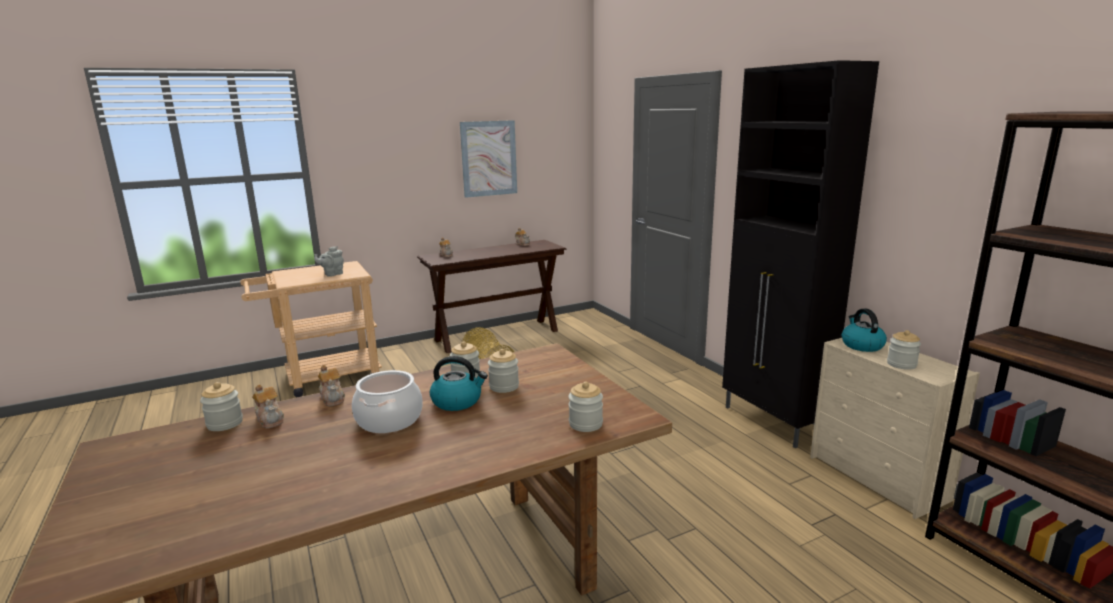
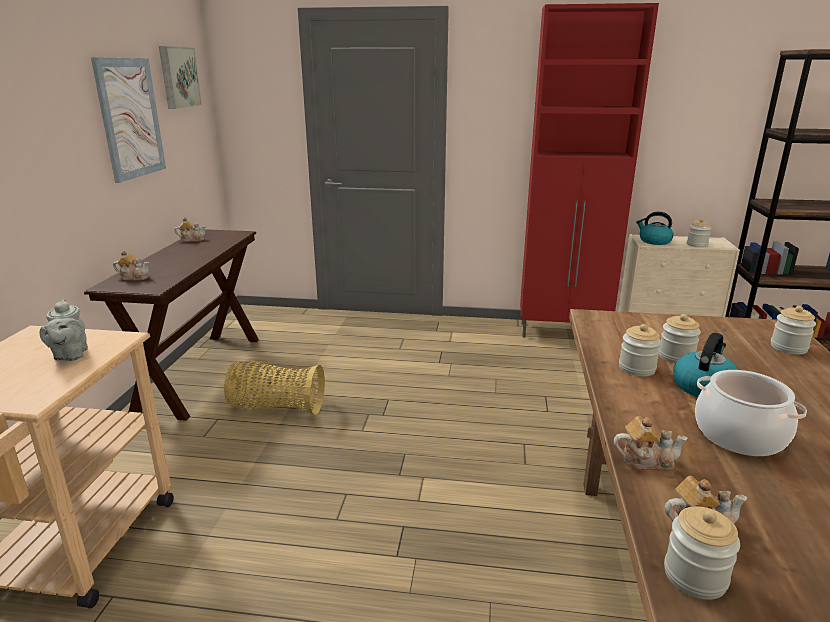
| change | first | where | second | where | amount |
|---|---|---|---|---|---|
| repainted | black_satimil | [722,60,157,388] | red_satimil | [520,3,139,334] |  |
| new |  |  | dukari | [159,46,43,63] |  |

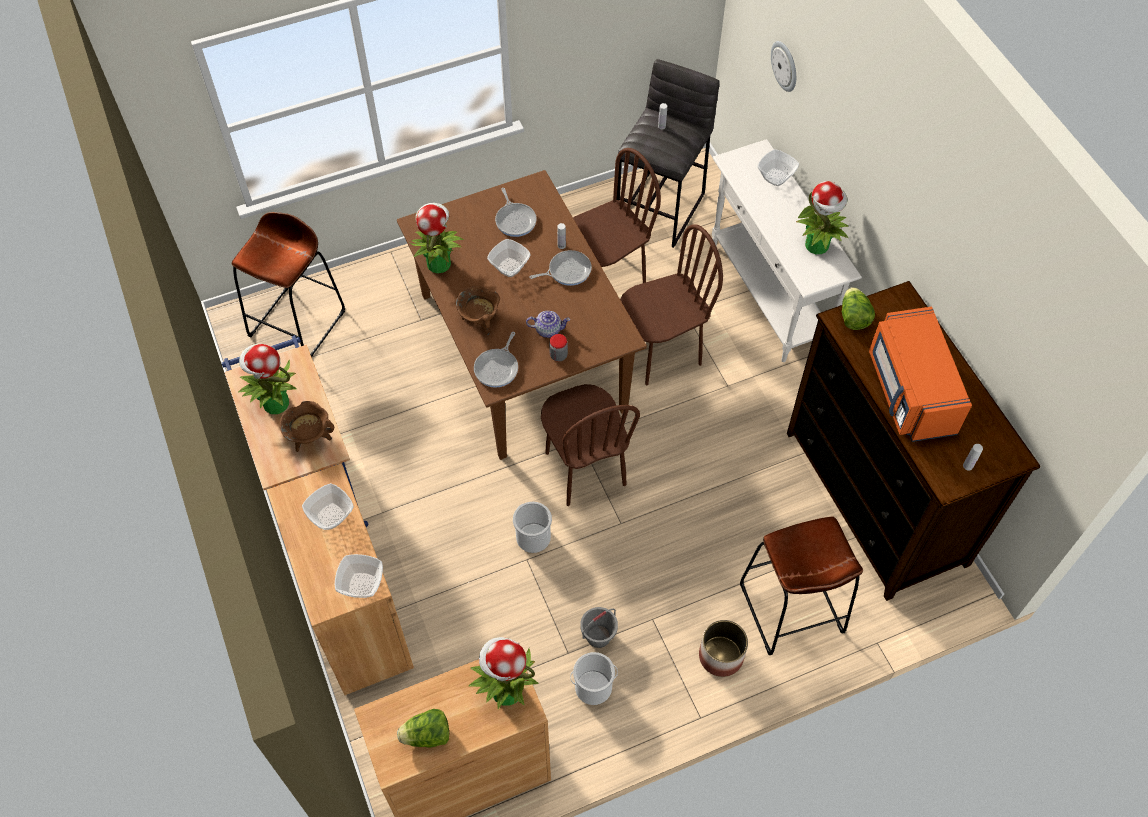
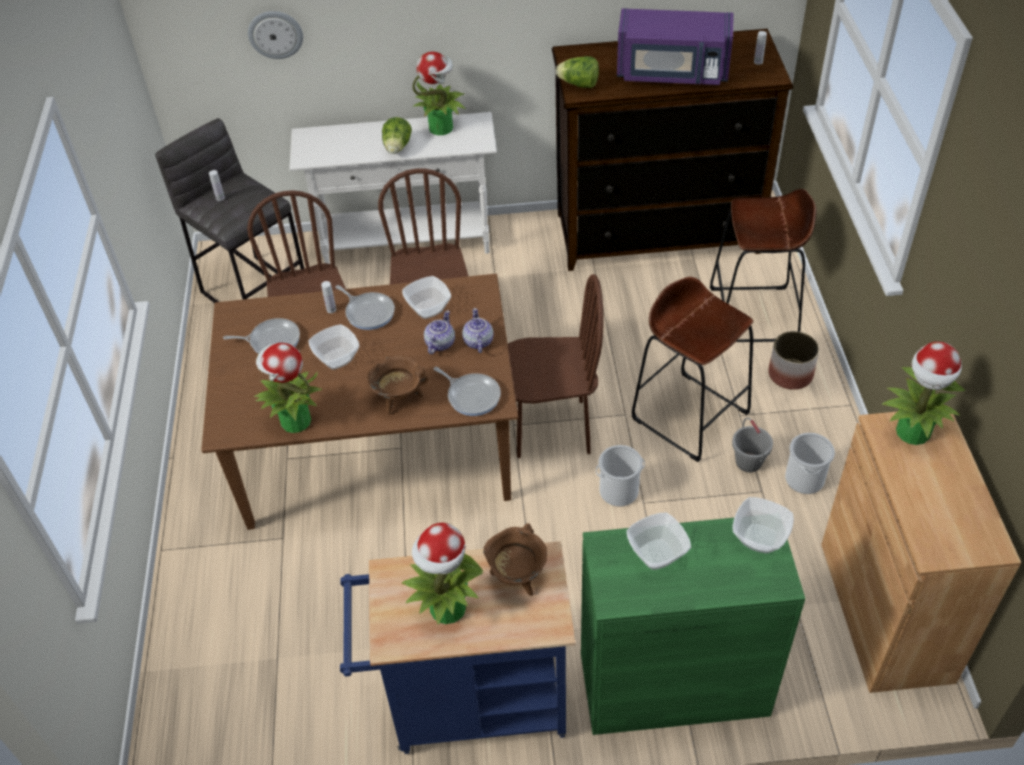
| change | first | where | second | where | amount |
|---|---|---|---|---|---|
| shifted | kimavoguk | [757,149,42,37] |  | [402,276,49,43] |  |
| shifted | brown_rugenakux | [232,212,113,145] |  | [632,277,121,185] |  |
| rotated | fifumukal | [530,250,62,36] |  | [336,285,59,45] | 135 degrees clockwise |
| repainted | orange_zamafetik | [869,307,103,135] | purple_zamafetik | [617,8,117,77] |  |
| swapped | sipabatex | [549,334,19,28] | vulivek | [462,308,32,45] |  |
| repainted | brown_satimil | [267,463,147,232] | green_satimil | [581,518,224,217] |  |
| shifted | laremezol | [397,709,52,39] |  | [382,117,30,37] |  |

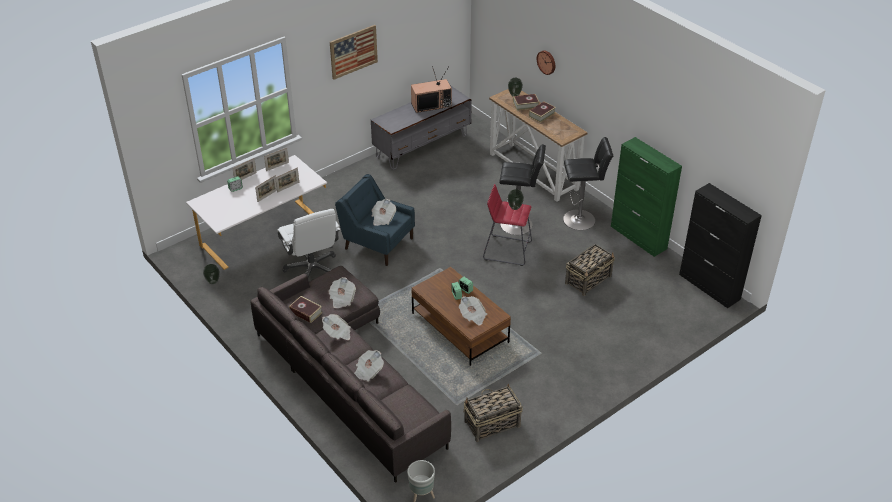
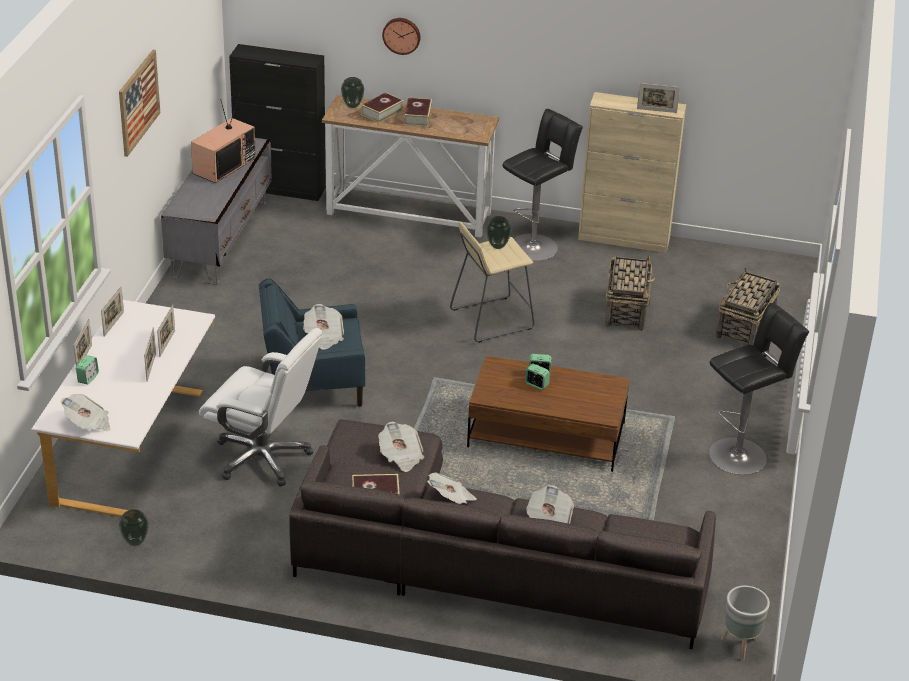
| change | first | where | second | where | amount |
|---|---|---|---|---|---|
| repainted | green_satimil | [611,137,71,120] | beige_satimil | [578,92,108,161] |  |
| shifted | black_rugenakux | [499,144,47,91] |  | [709,303,100,172] |  |
| shifted | black_satimil | [679,183,83,125] |  | [229,44,97,157] |  |
| repainted | red_rugenakux | [483,184,49,82] | beige_rugenakux | [450,221,85,122] |  |
| shifted | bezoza | [459,296,28,29] |  | [61,394,49,37] |  |
| shifted | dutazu | [464,384,59,58] |  | [716,267,65,78] |  |
| new |  |  | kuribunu | [637,83,43,30] |  |

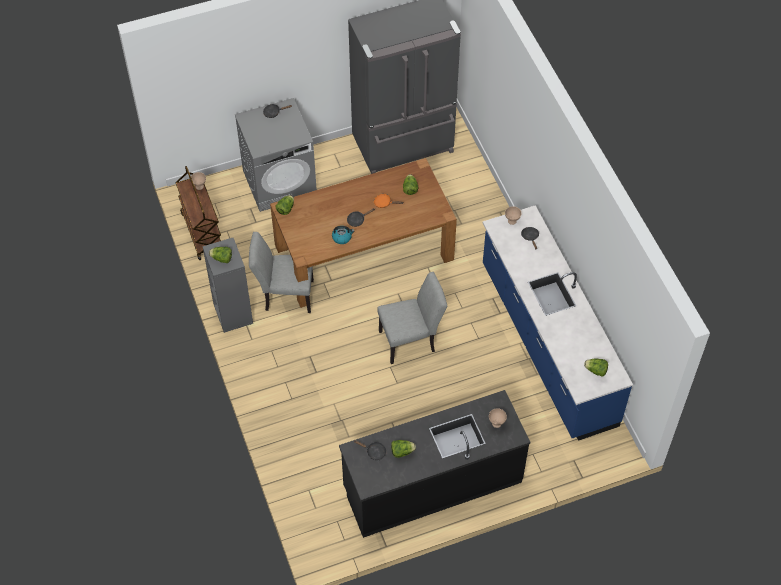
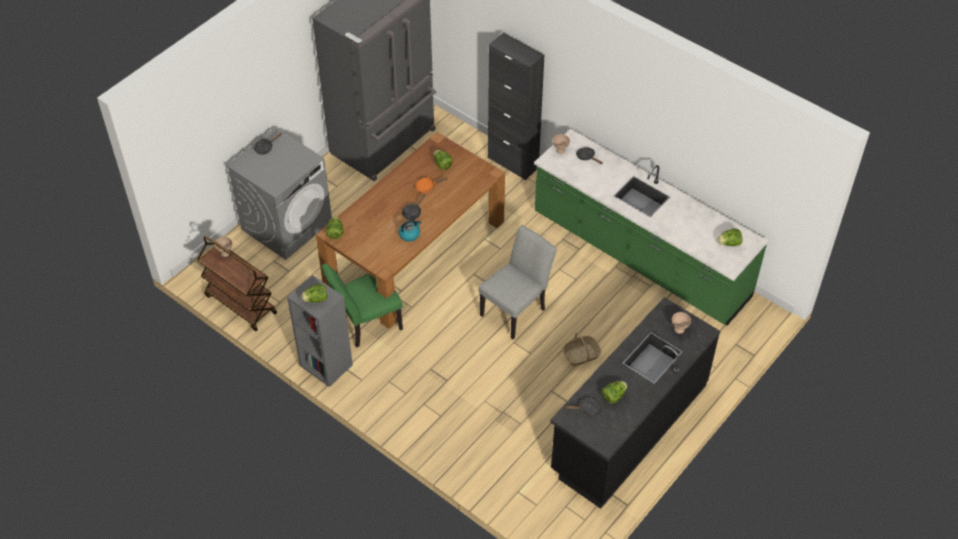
| change | first | where | second | where | amount |
|---|---|---|---|---|---|
| repainted | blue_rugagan | [483,205,150,236] | green_rugagan | [534,129,235,196] |  |
| repainted | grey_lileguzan | [249,232,65,81] | green_lileguzan | [321,263,82,84] |  |
| new |  |  | black_satimil | [488,33,56,147] |  |
| new |  |  | dutazu | [562,332,40,34] |  |

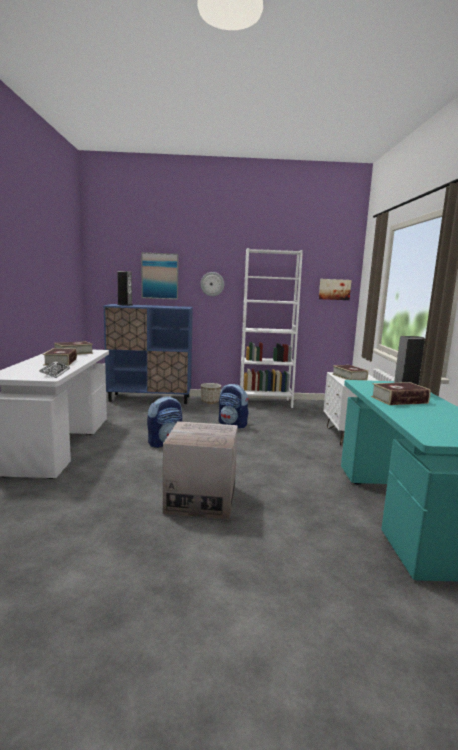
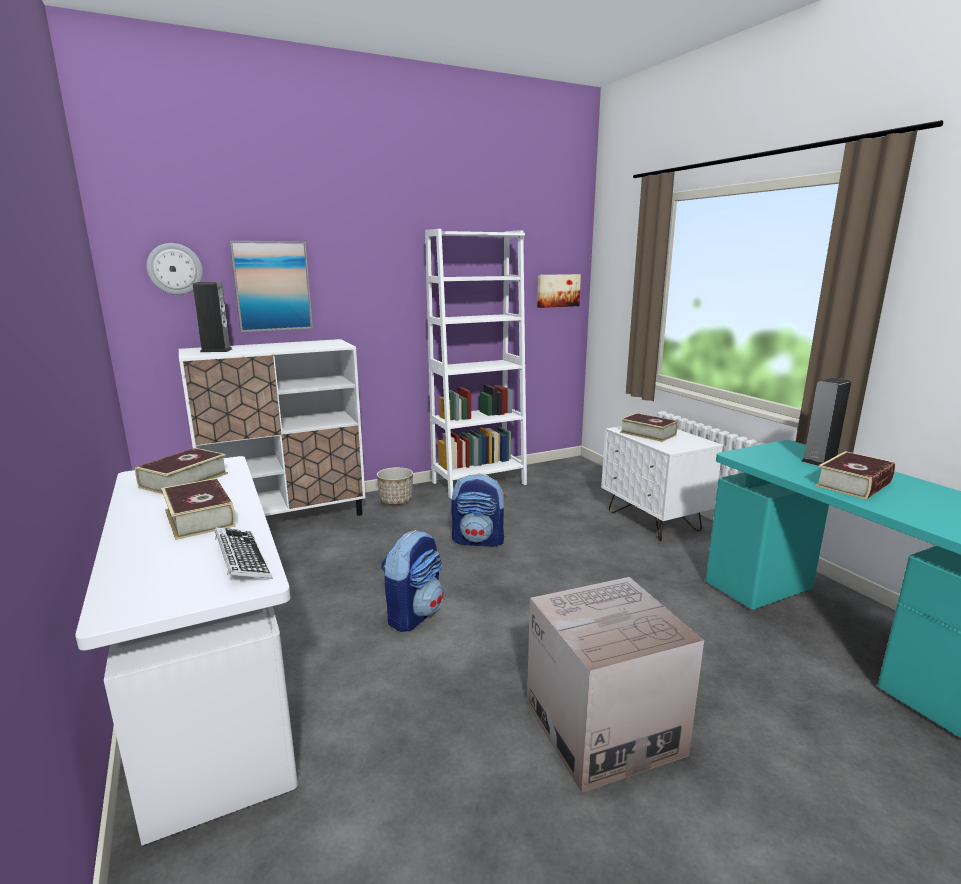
| change | first | where | second | where | amount |
|---|---|---|---|---|---|
| shifted | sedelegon | [200,272,24,24] |  | [147,243,56,52] |  |
| repainted | blue_satimil | [104,304,89,100] | white_satimil | [179,339,186,177] |  |

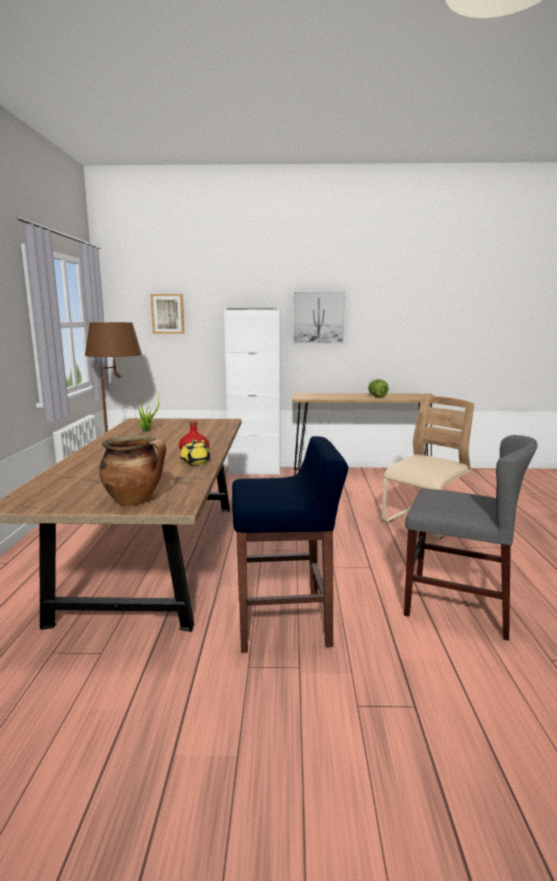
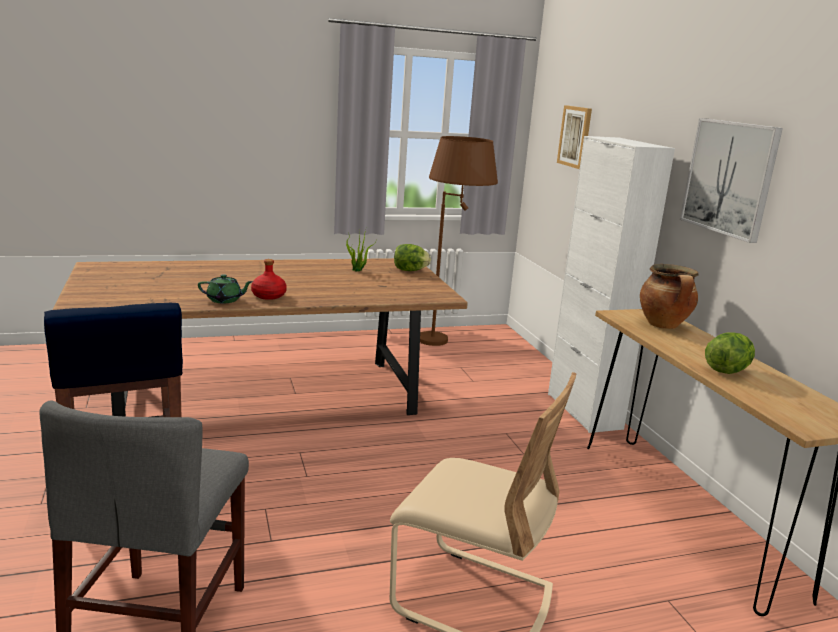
| change | first | where | second | where | amount |
|---|---|---|---|---|---|
| shifted | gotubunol | [99,435,67,71] |  | [640,264,59,65] |  |
| repainted | yellow_vulivek | [180,439,30,26] | green_vulivek | [198,274,55,29] |  |
| new |  |  | laremezol | [394,244,37,27] |  |

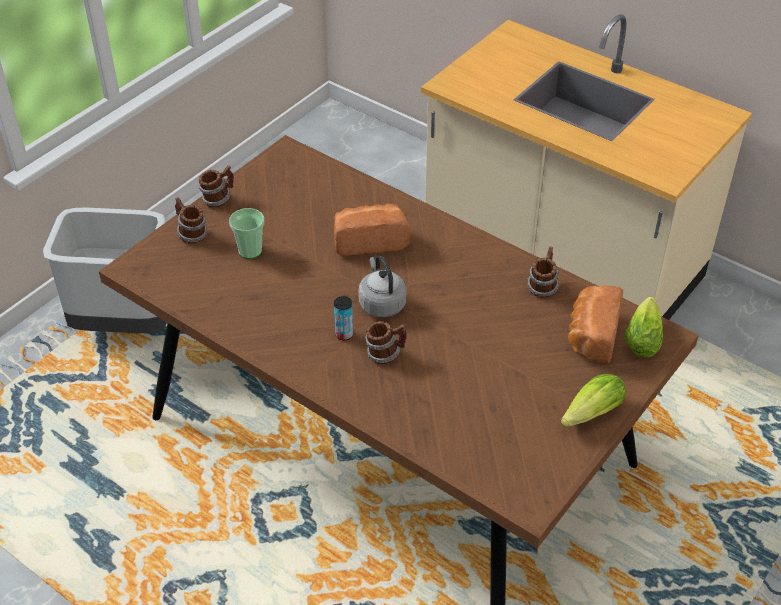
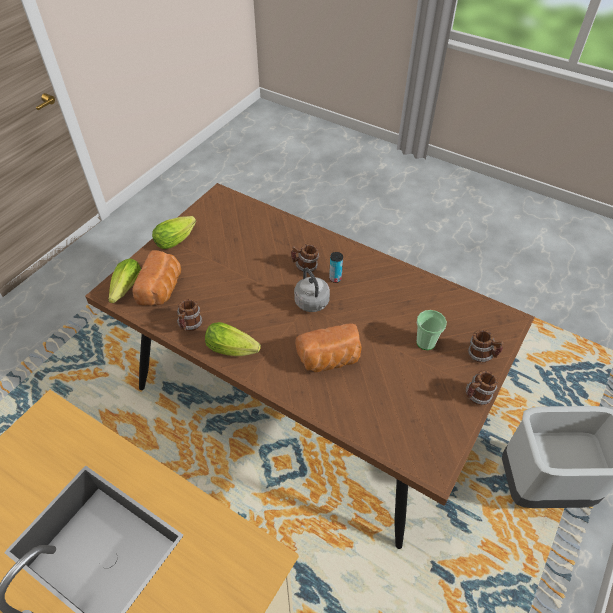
| change | first | where | second | where | amount |
|---|---|---|---|---|---|
| new |  |  | laremezol | [205,322,56,34] |  |

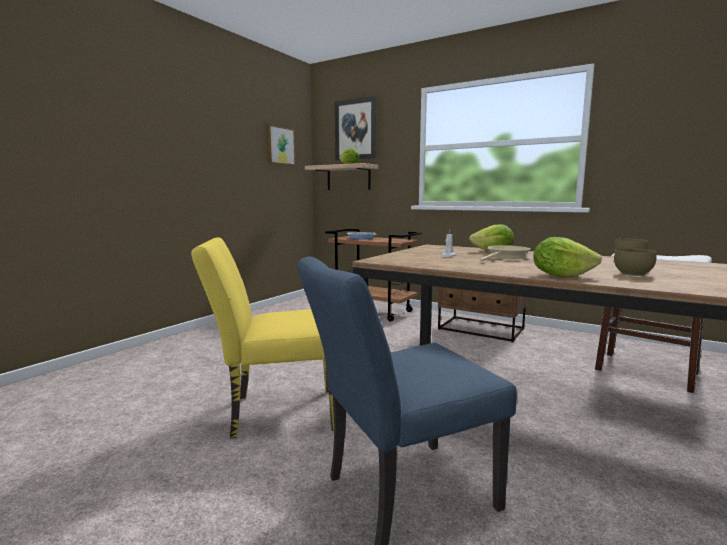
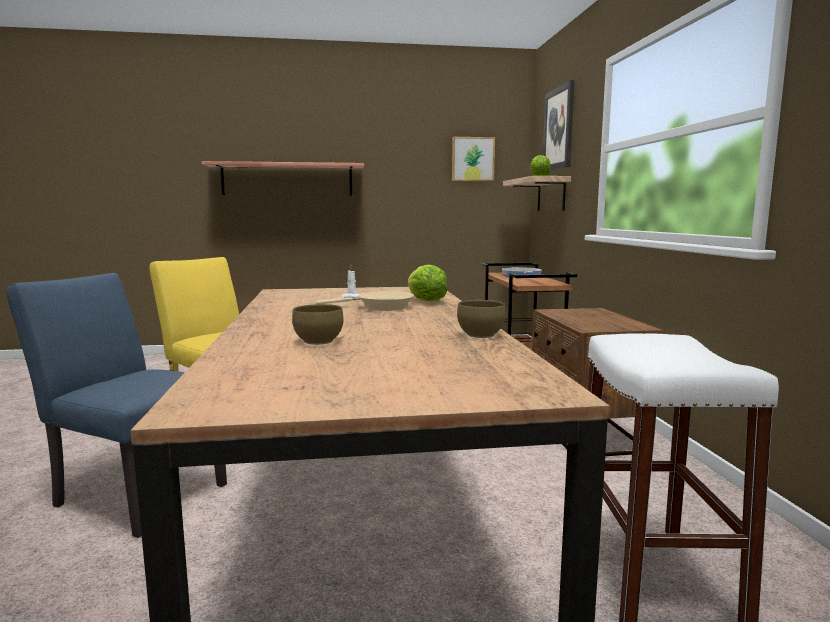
| change | first | where | second | where | amount |
|---|---|---|---|---|---|
| gone | laremezol | [534,237,68,41] |  |  |  |
| new |  |  | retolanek | [202,161,162,35] |  |

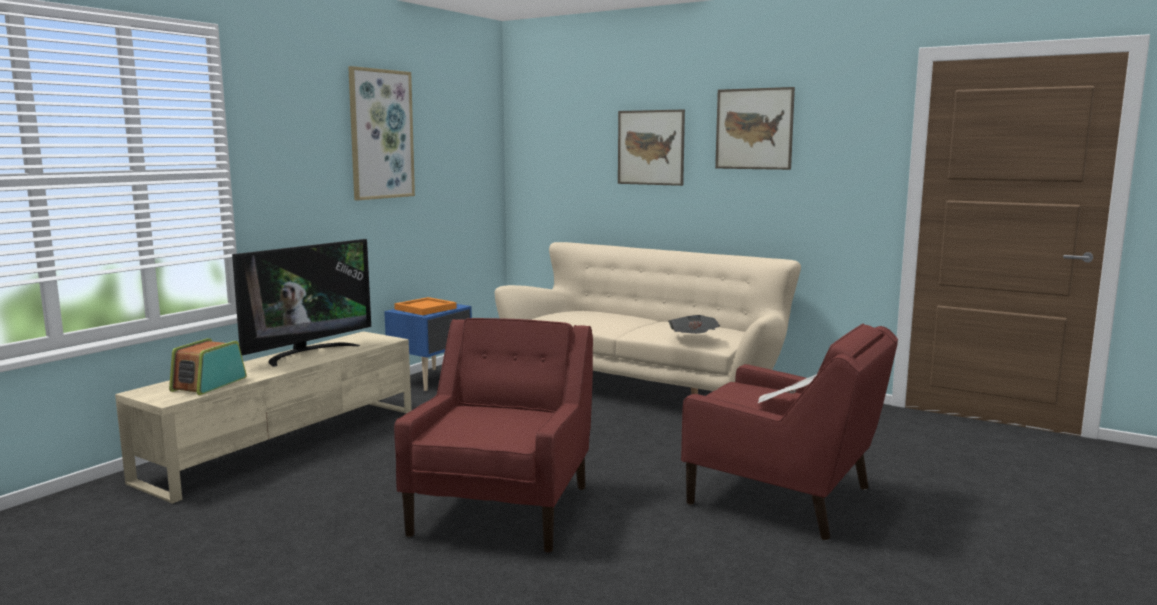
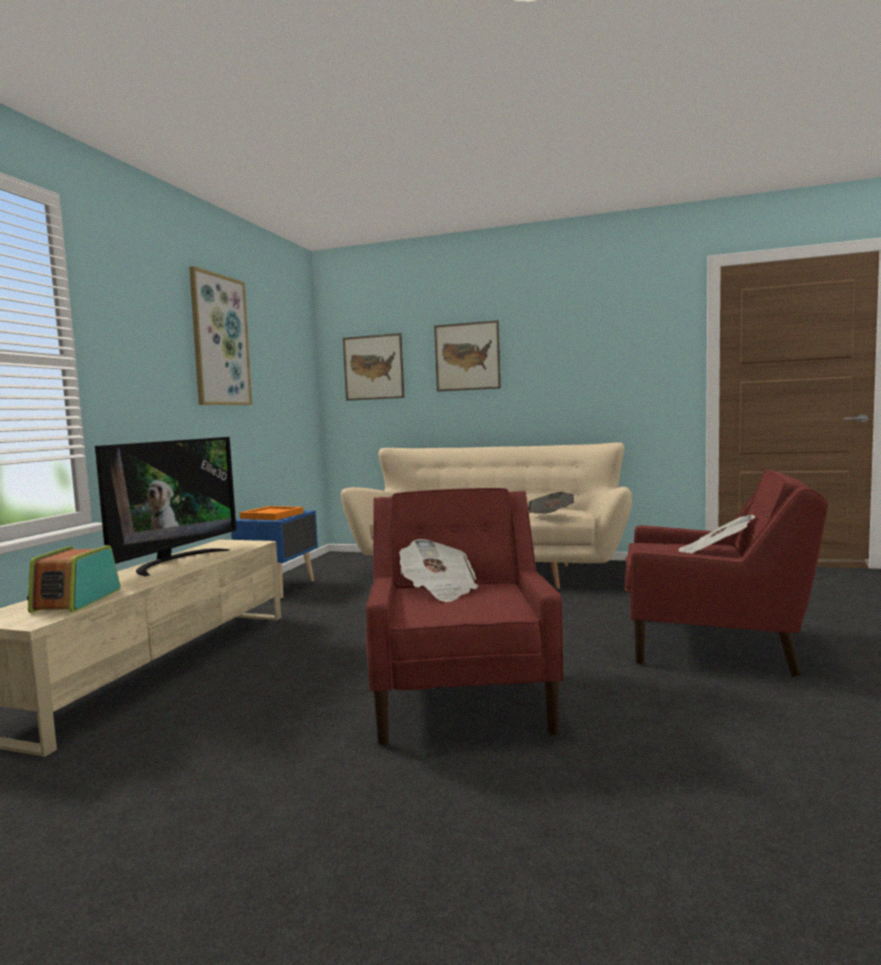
| change | first | where | second | where | amount |
|---|---|---|---|---|---|
| shifted | dukari | [715,87,80,83] |  | [343,333,62,68] |  |
| new |  |  | bezoza | [399,539,79,63] |  |

